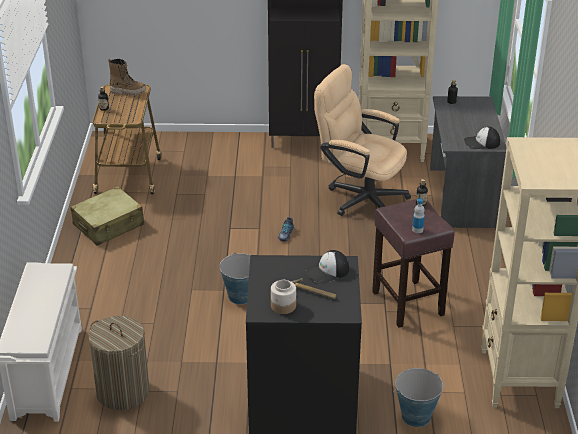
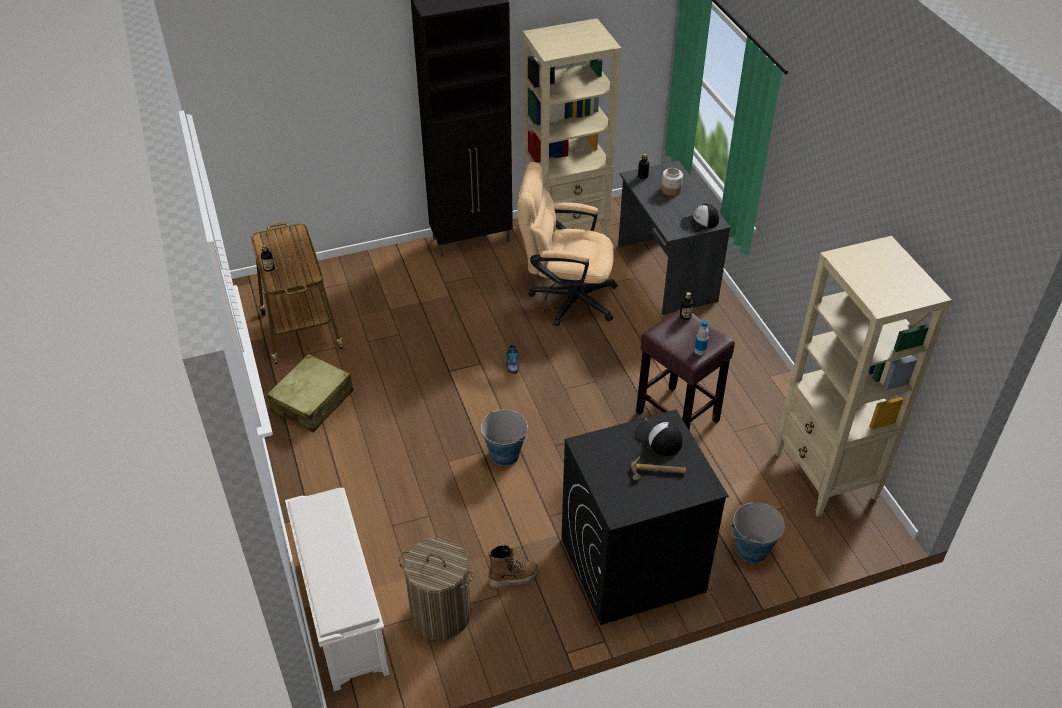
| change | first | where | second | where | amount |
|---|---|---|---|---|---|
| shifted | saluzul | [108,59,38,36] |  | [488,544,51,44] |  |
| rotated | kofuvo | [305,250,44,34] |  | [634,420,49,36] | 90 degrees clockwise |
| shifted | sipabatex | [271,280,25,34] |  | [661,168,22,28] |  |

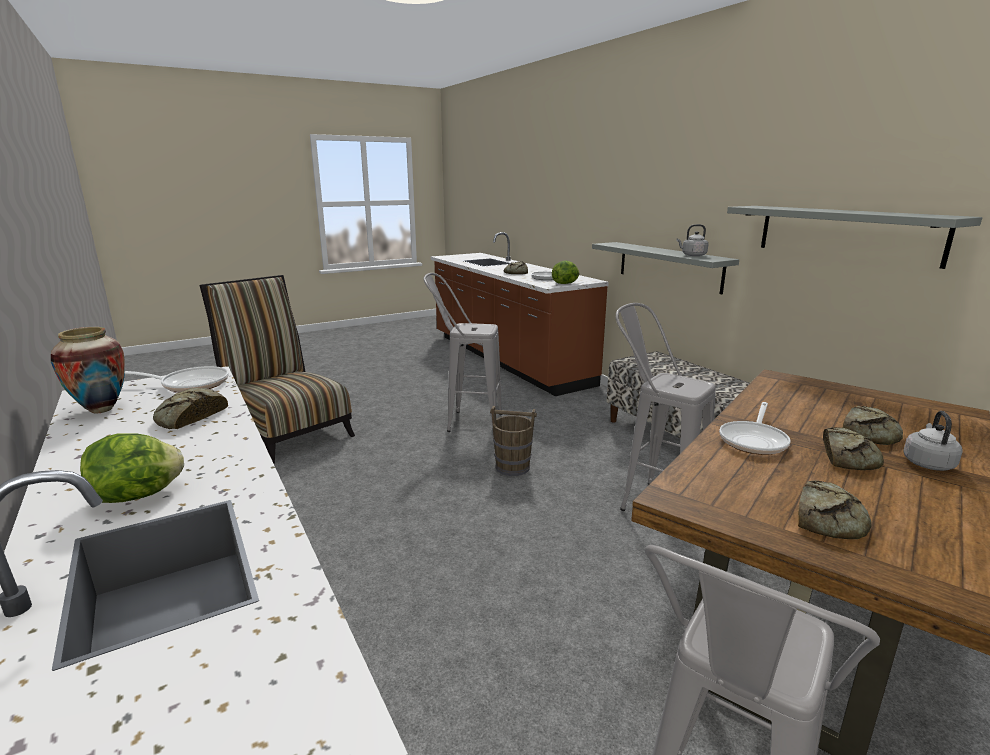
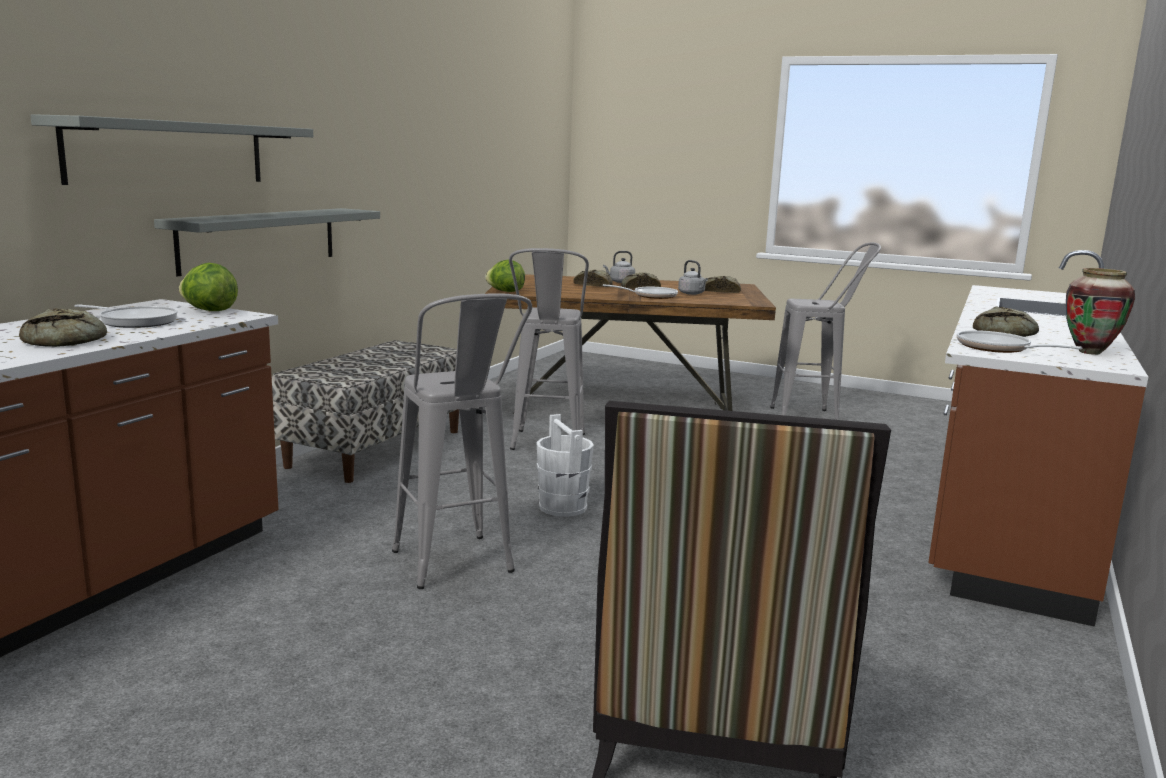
| change | first | where | second | where | amount |
|---|---|---|---|---|---|
| shifted | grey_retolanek | [727,206,255,63] |  | [30,114,283,71] |  |
| shifted | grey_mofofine | [676,224,32,32] |  | [678,260,30,35] |  |
| repainted | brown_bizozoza | [490,406,47,70] | white_bizozoza | [536,414,58,103] |  |
| shifted | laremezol | [80,433,104,70] |  | [485,260,40,32] |  |

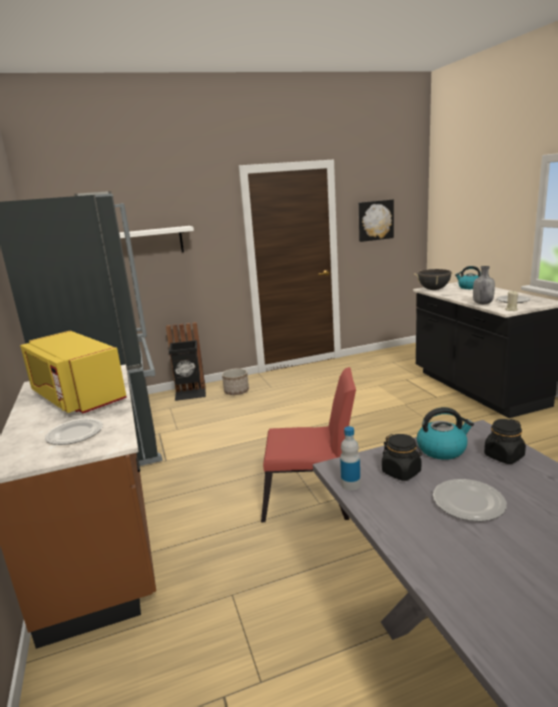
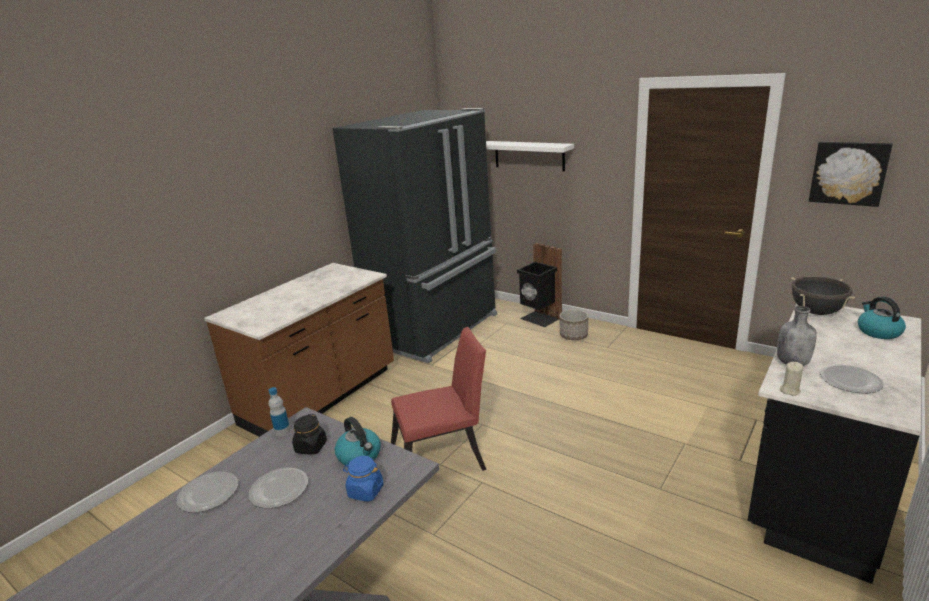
| change | first | where | second | where | amount |
|---|---|---|---|---|---|
| gone | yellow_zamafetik | [20,331,107,82] |  |  |  |
| rotated | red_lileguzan | [261,367,95,155] |  | [391,327,95,144] | 75 degrees counterclockwise |
| shifted | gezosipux | [45,418,58,27] |  | [177,472,61,41] |  |
| repainted | black_sipabatex | [484,419,42,45] | blue_sipabatex | [343,456,41,46] |  |

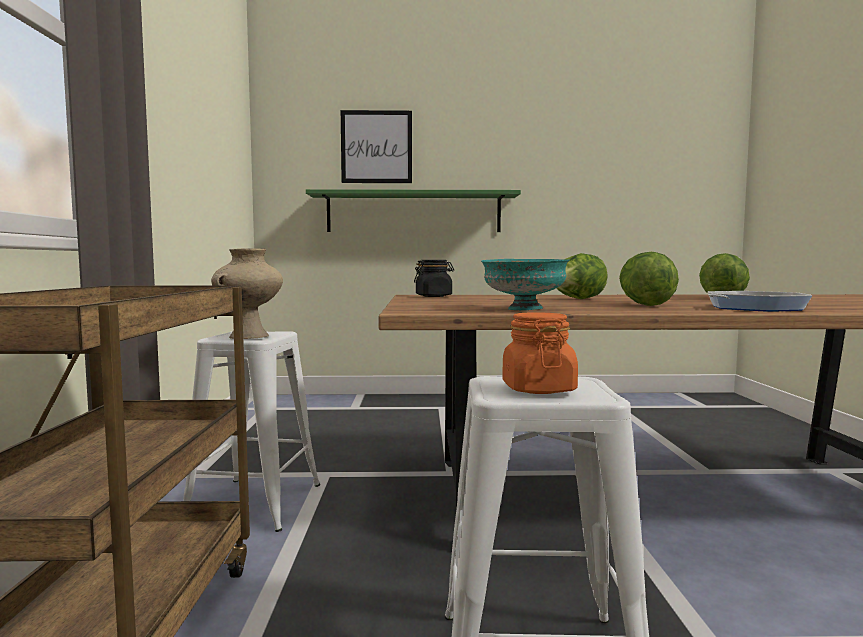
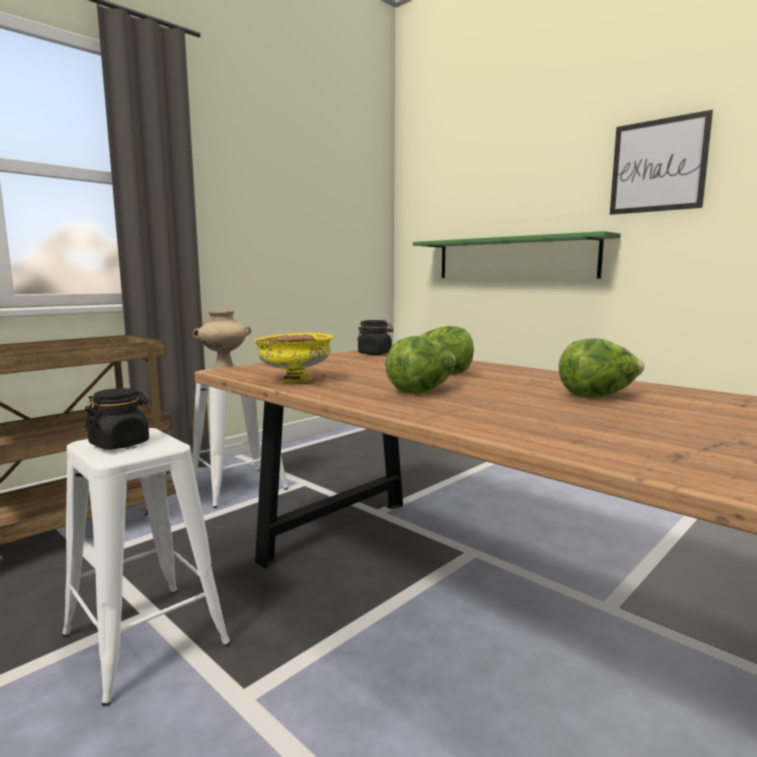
| change | first | where | second | where | amount |
|---|---|---|---|---|---|
| shifted | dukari | [341,110,71,73] |  | [610,110,103,105] |  |
| repainted | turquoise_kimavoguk | [481,259,89,51] | yellow_kimavoguk | [254,333,79,49] |  |
| gone | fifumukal | [708,291,104,21] |  |  |  |
| repainted | orange_sipabatex | [503,312,75,82] | black_sipabatex | [85,388,64,62] |  |

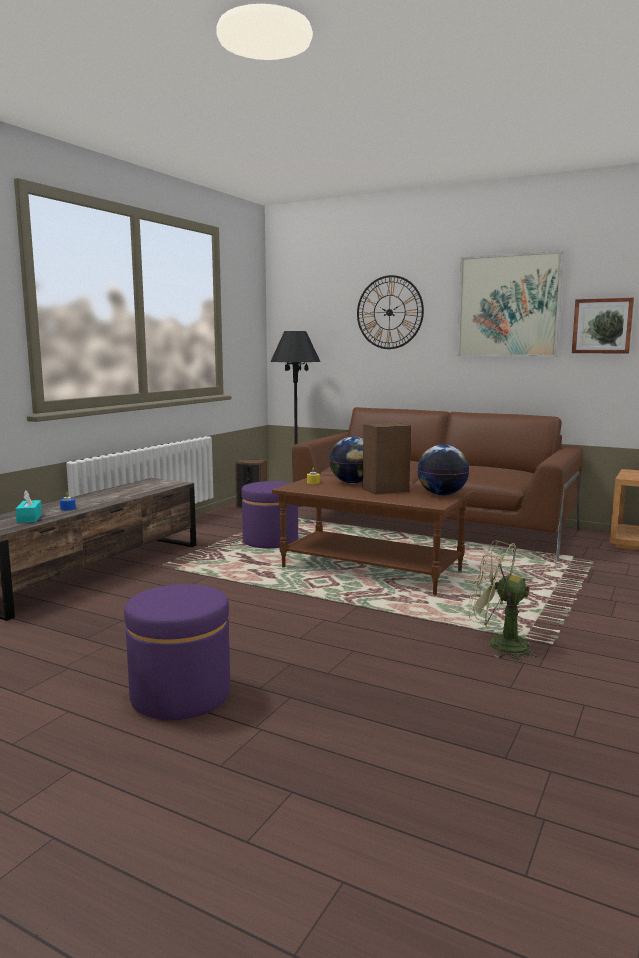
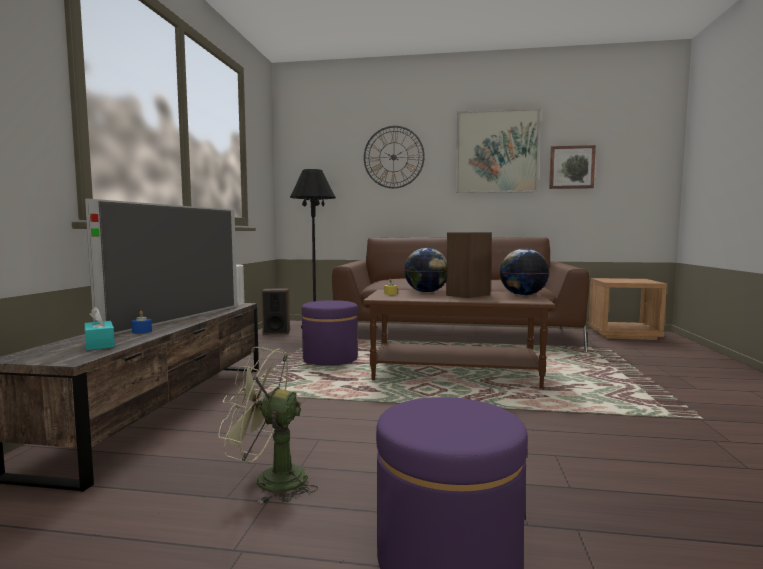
| change | first | where | second | where | amount |
|---|---|---|---|---|---|
| shifted | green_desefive | [469,540,71,120] |  | [218,347,100,157] |  |
| new |  |  | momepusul | [85,199,153,135] |  |

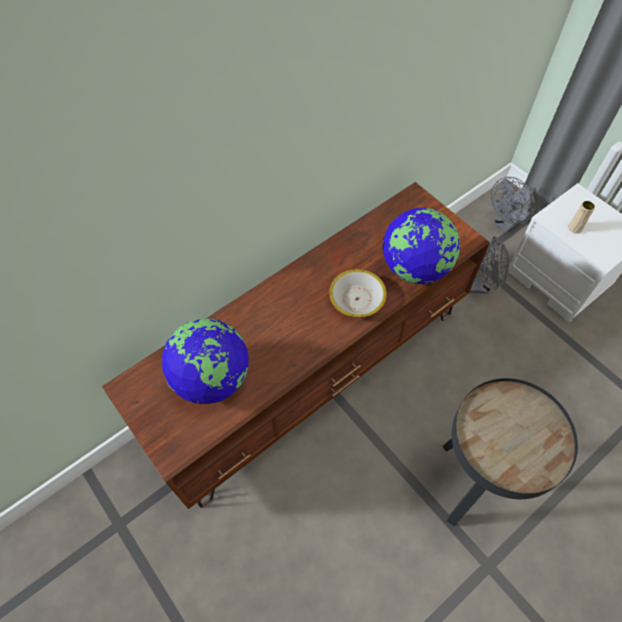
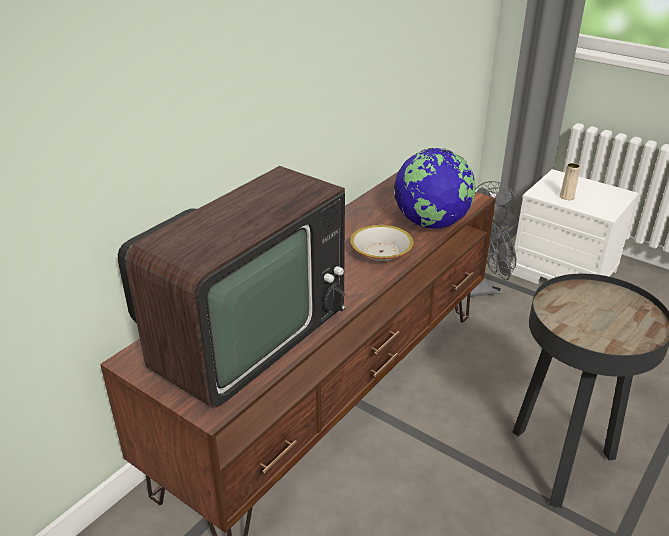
| change | first | where | second | where | amount |
|---|---|---|---|---|---|
| swapped | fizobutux | [162,318,87,86] | momepusul | [118,166,227,242] |  |

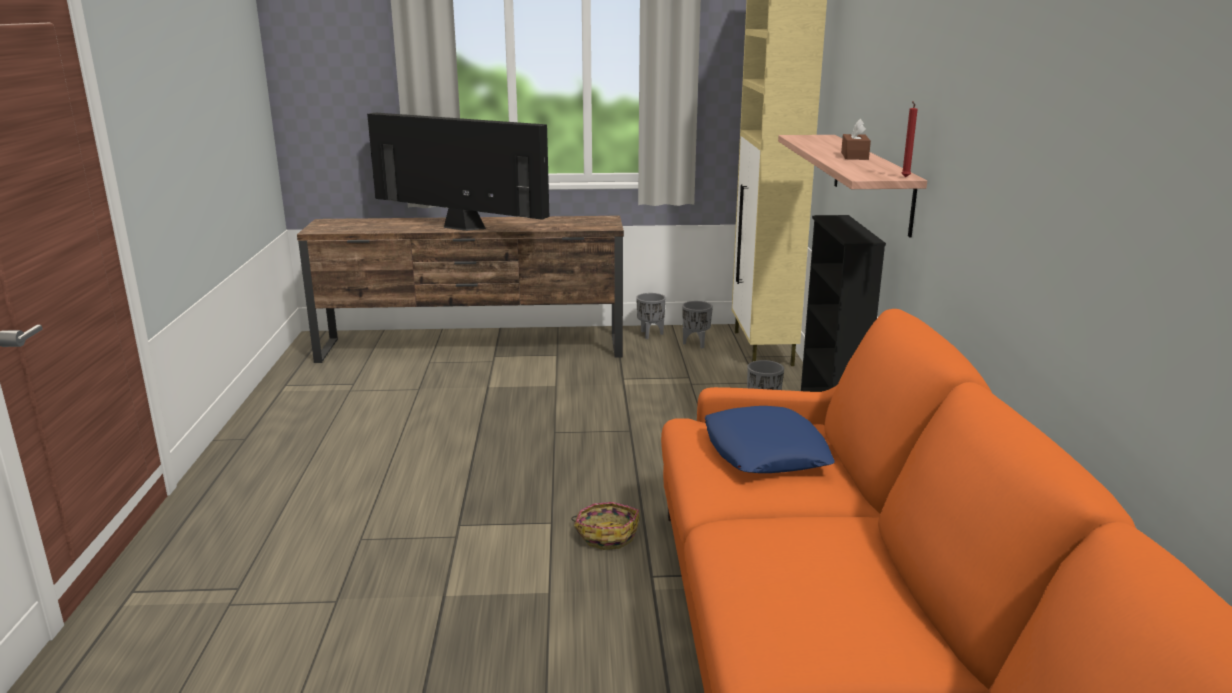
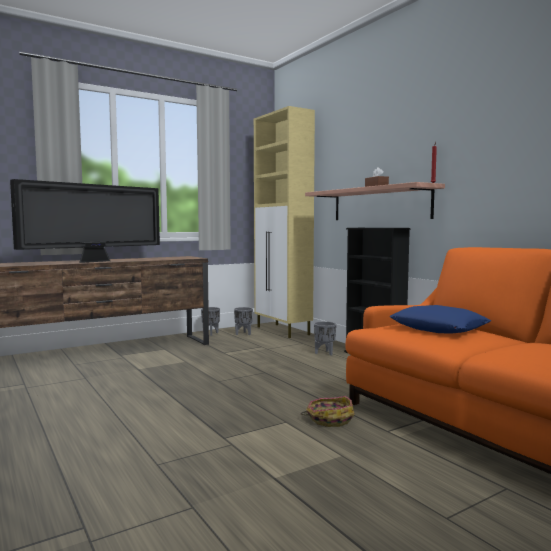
| change | first | where | second | where | amount |
|---|---|---|---|---|---|
| rotated | momepusul | [367,113,182,118] |  | [10,179,150,84] | 135 degrees clockwise |

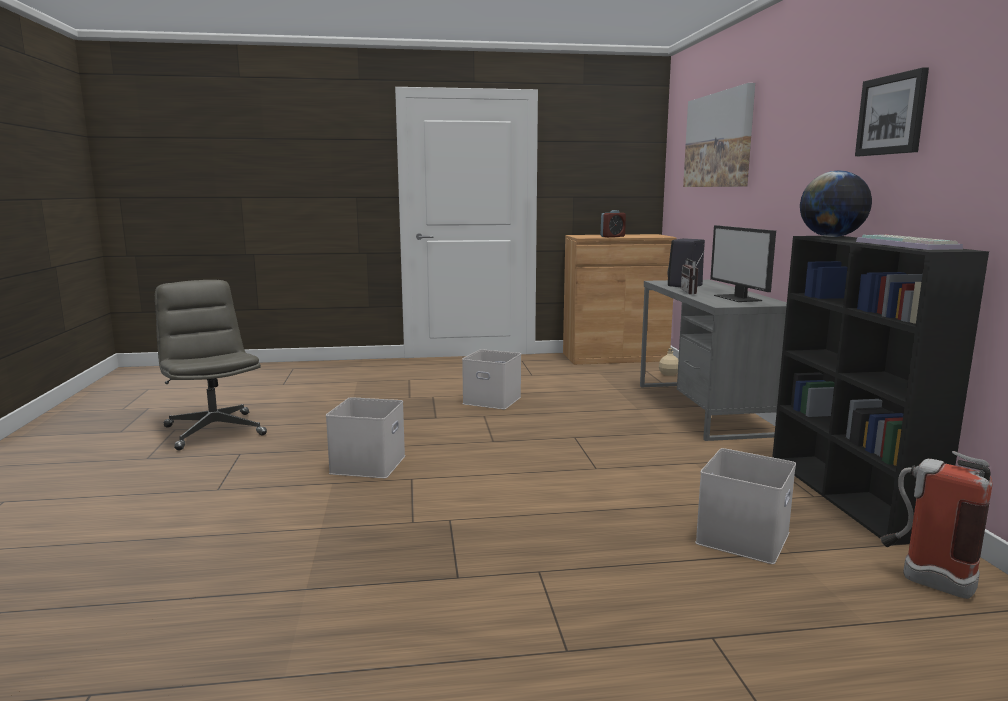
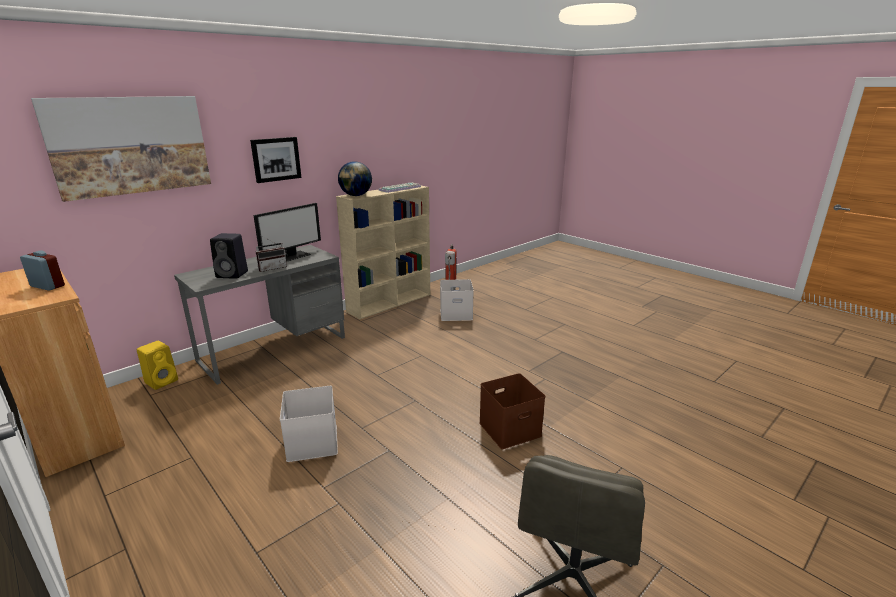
| change | first | where | second | where | amount |
|---|---|---|---|---|---|
| shifted | dukari | [855,67,74,89] |  | [250,137,51,46] |  |
| repainted | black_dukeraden | [772,236,217,309] | beige_dukeraden | [336,186,94,133] |  |
| swapped | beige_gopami | [659,348,19,28] | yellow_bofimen | [137,341,41,49] |  |
| repainted | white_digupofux | [326,397,79,81] | brown_digupofux | [479,373,66,76] |  |

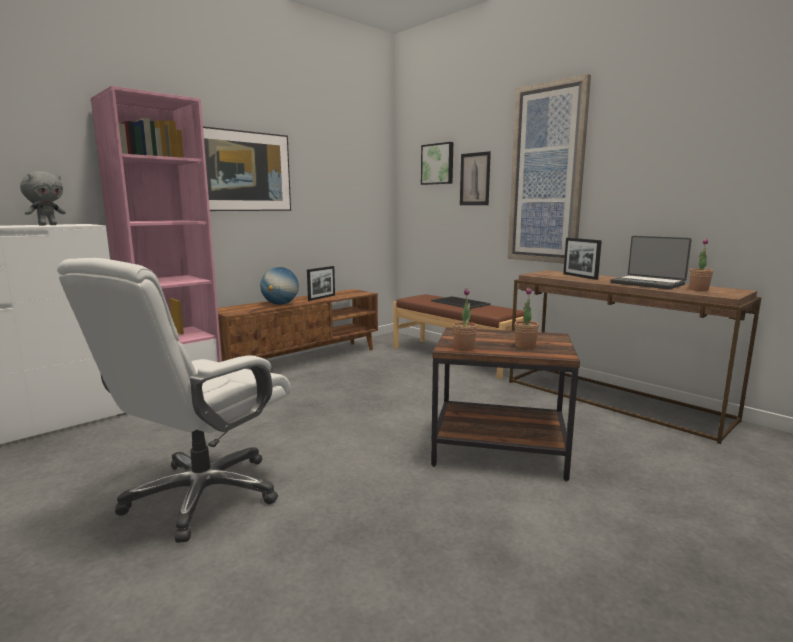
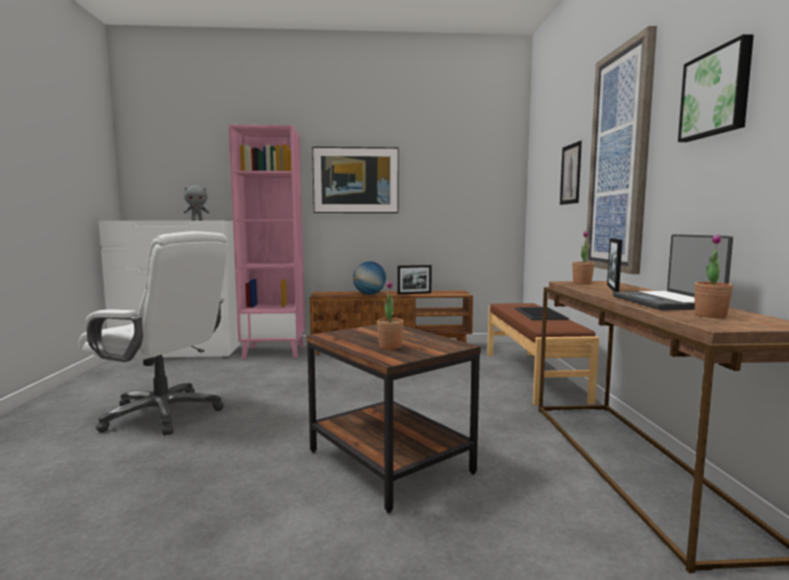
| change | first | where | second | where | amount |
|---|---|---|---|---|---|
| shifted | dukari | [421,142,32,43] |  | [678,34,76,108] |  |
| rotated | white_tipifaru | [57,258,234,285] |  | [78,231,150,204] | 135 degrees counterclockwise |
| shifted | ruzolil | [453,288,24,63] |  | [572,231,23,53] |  |

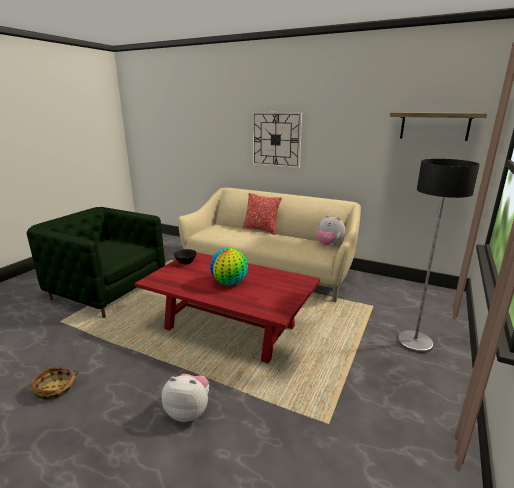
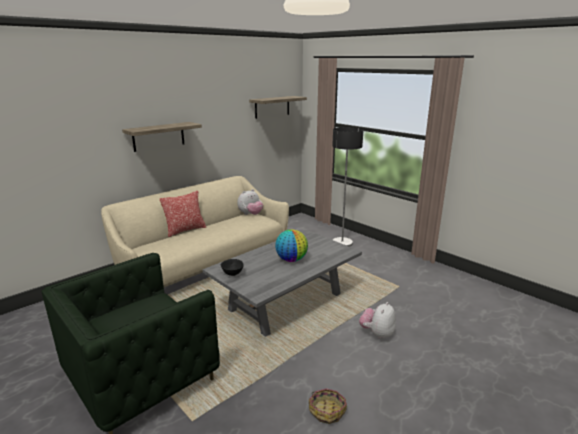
| change | first | where | second | where | amount |
|---|---|---|---|---|---|
| swapped | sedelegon | [252,112,50,57] | retolanek | [122,122,80,30] |  |
| repainted | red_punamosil | [135,253,185,110] | grey_punamosil | [203,230,159,107] |  |

